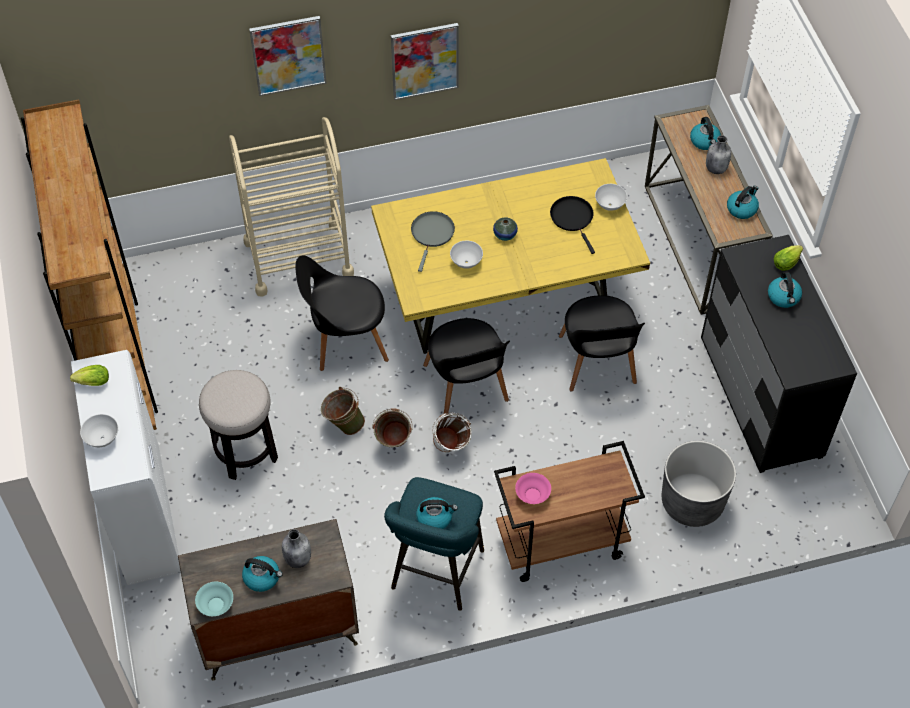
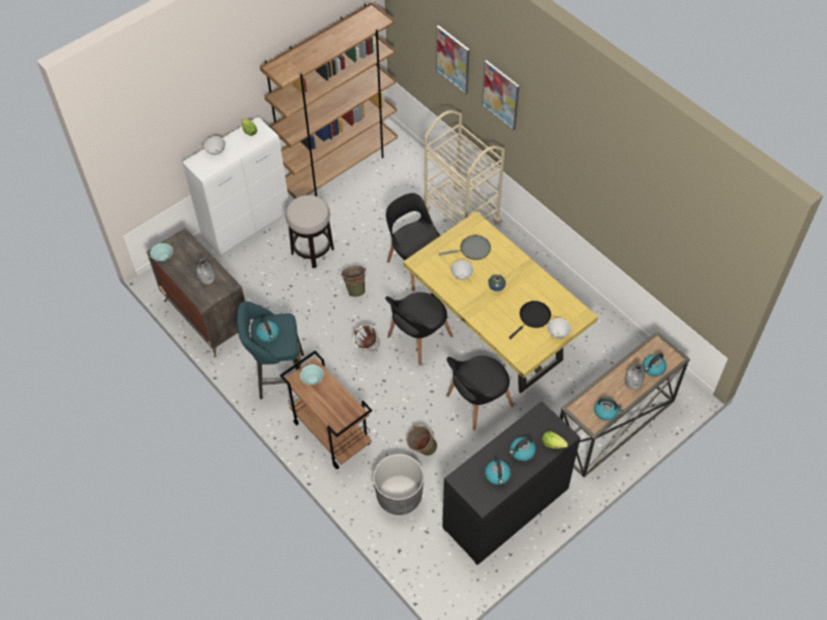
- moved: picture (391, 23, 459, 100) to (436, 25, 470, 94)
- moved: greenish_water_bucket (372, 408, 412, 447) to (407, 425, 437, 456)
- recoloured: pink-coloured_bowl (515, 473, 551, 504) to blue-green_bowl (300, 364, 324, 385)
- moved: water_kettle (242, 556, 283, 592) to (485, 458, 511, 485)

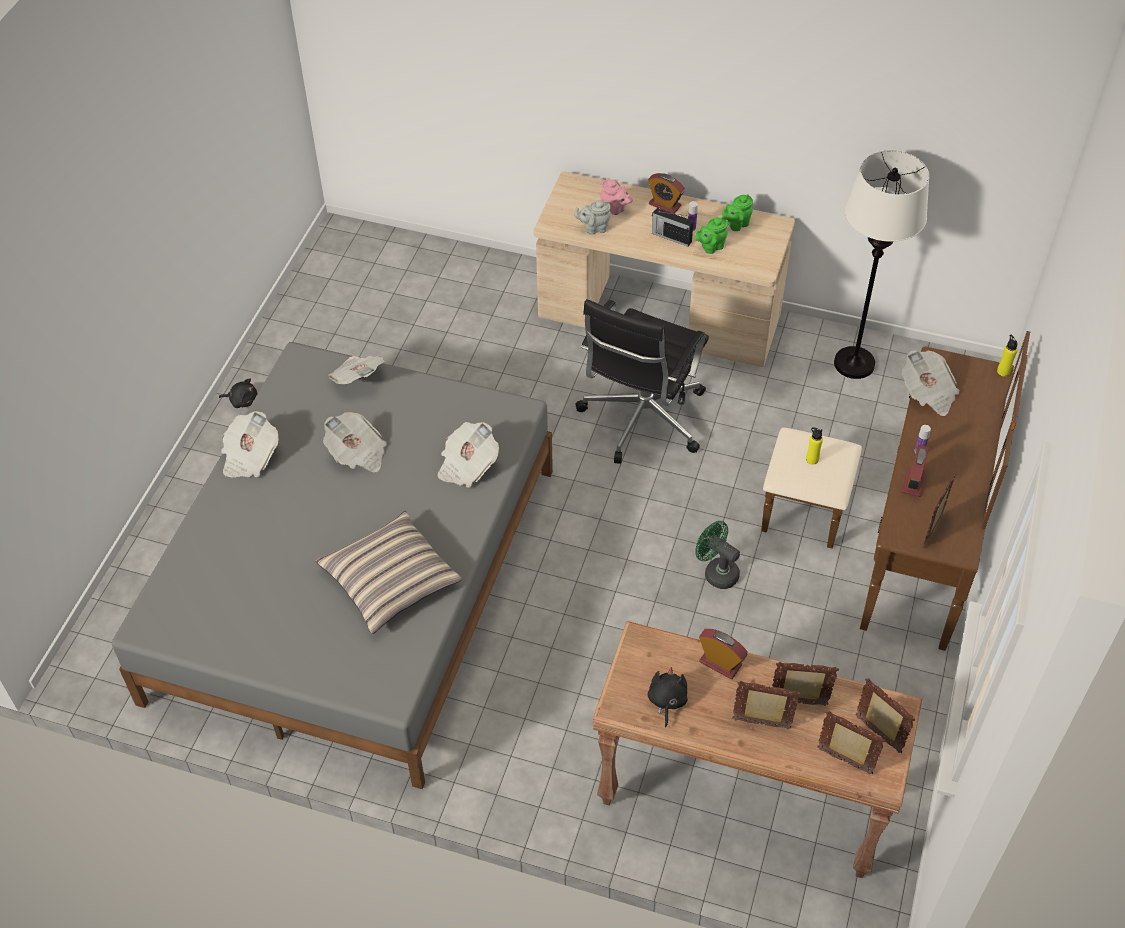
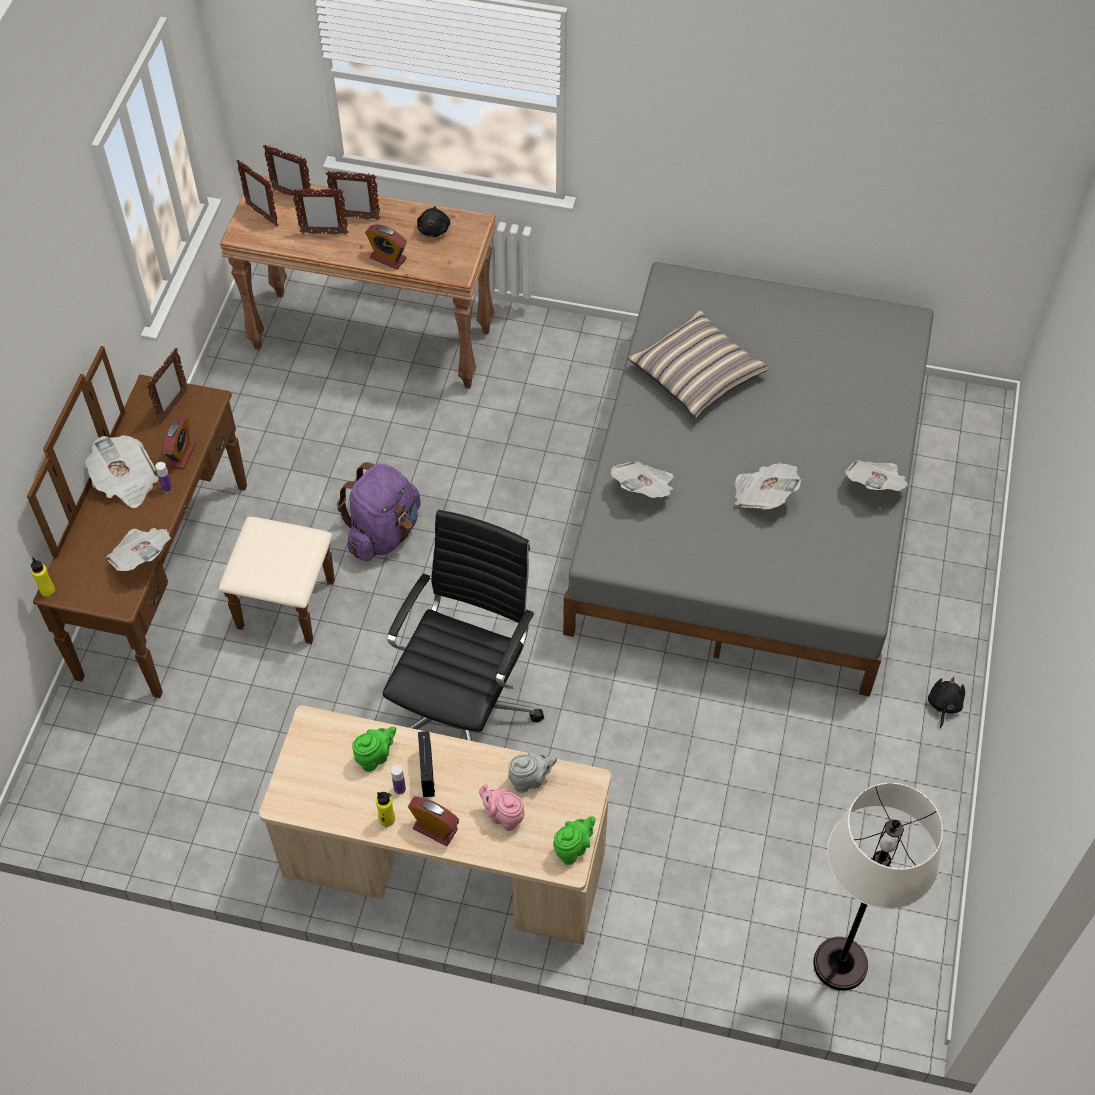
- moved: white_floor_lamp (834, 150, 929, 379) to (813, 783, 943, 991)
- moved: greenish_tea_pot (722, 194, 753, 231) to (553, 816, 596, 865)
- turned: radio (652, 208, 694, 247) = (418, 731, 435, 797) 120 degrees counterclockwise
- moved: daily_paper (328, 356, 384, 384) to (85, 435, 159, 508)
- turned: black_cuddly_toy (219, 378, 257, 408) = (928, 677, 965, 728) 105 degrees clockwise
- moved: yellow_beverage_bottle (806, 427, 823, 465) to (376, 792, 395, 827)
- replaced: greenish_electric_fan (695, 521, 740, 589) to purple_backpack (337, 462, 421, 561)

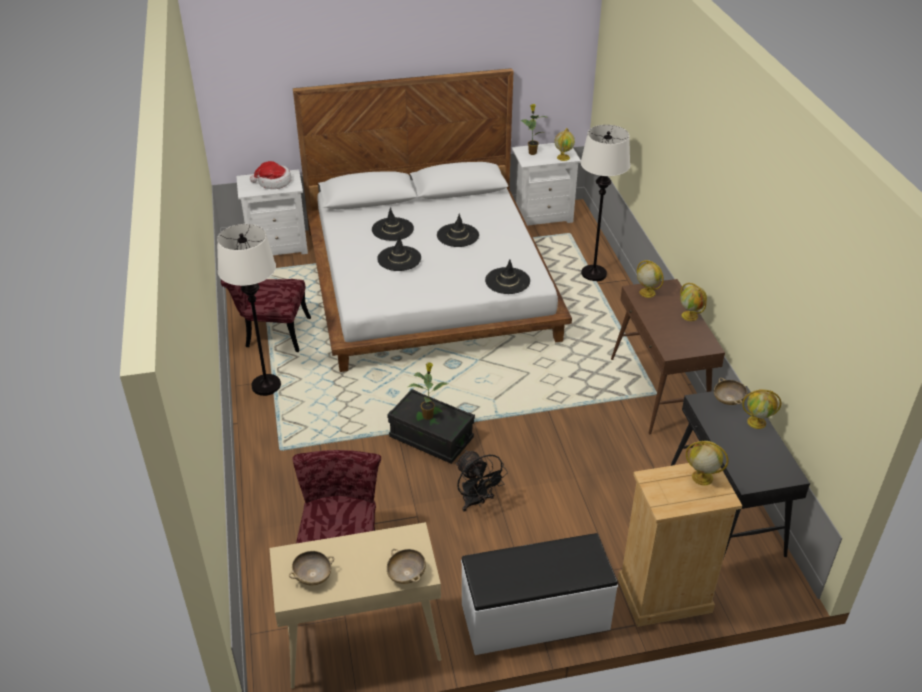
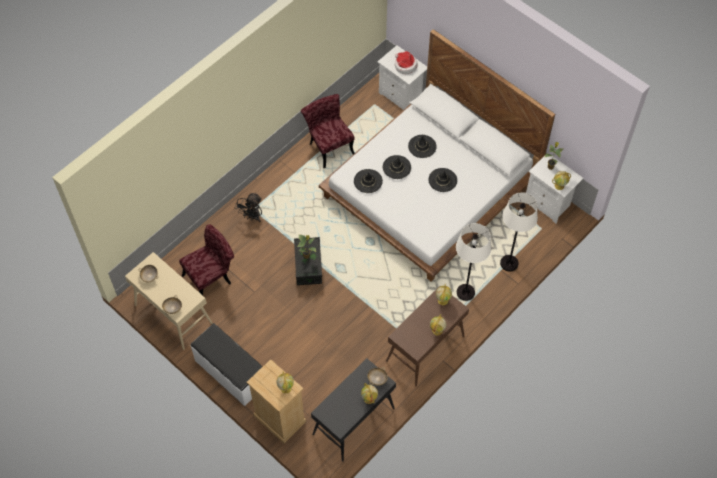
- moved: white_floor_lamp (217, 224, 281, 396) to (456, 223, 491, 301)
- moved: black_clothing_hat (485, 259, 530, 294) to (354, 169, 383, 193)
- moved: black_electric_fan (456, 450, 508, 512) to (235, 192, 262, 222)

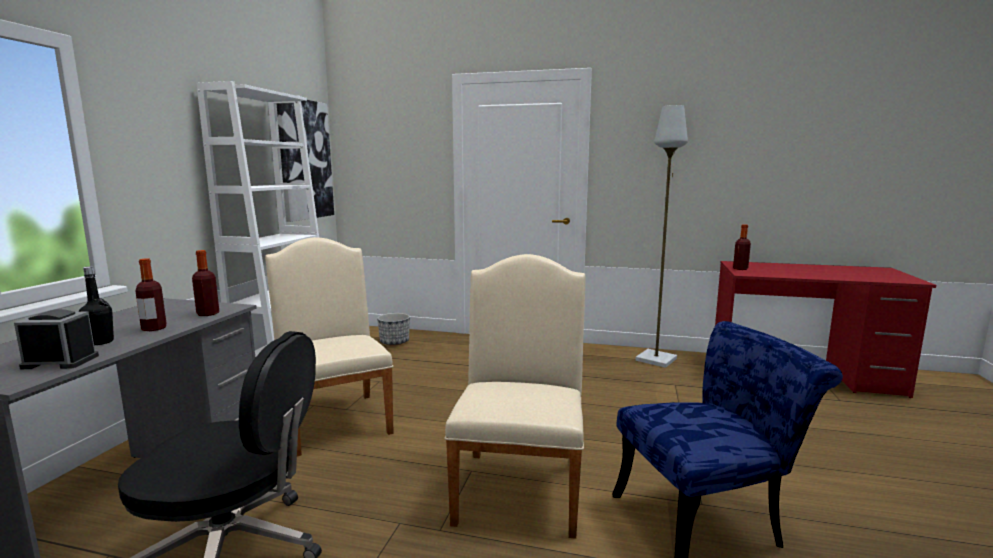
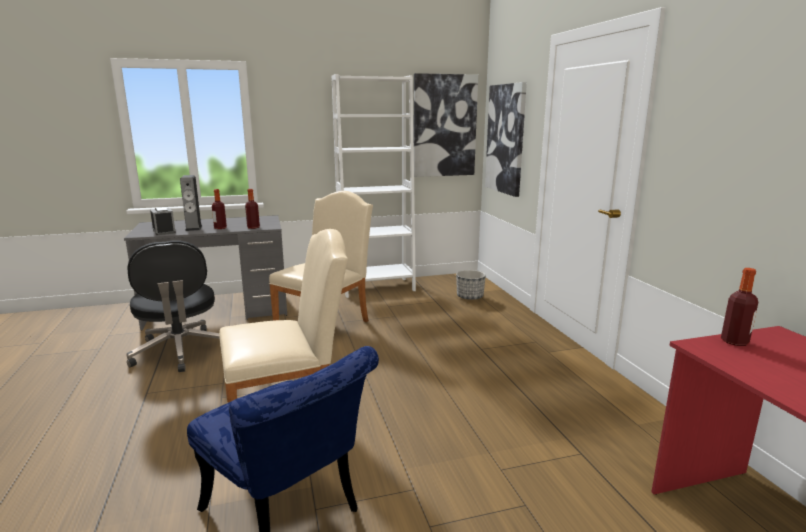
- removed: gray_floor_lamp (635, 105, 688, 368)
- replaced: black_beverage_bottle (79, 266, 114, 345) to audio_speaker (180, 175, 202, 231)
- added: picture (485, 82, 527, 197)

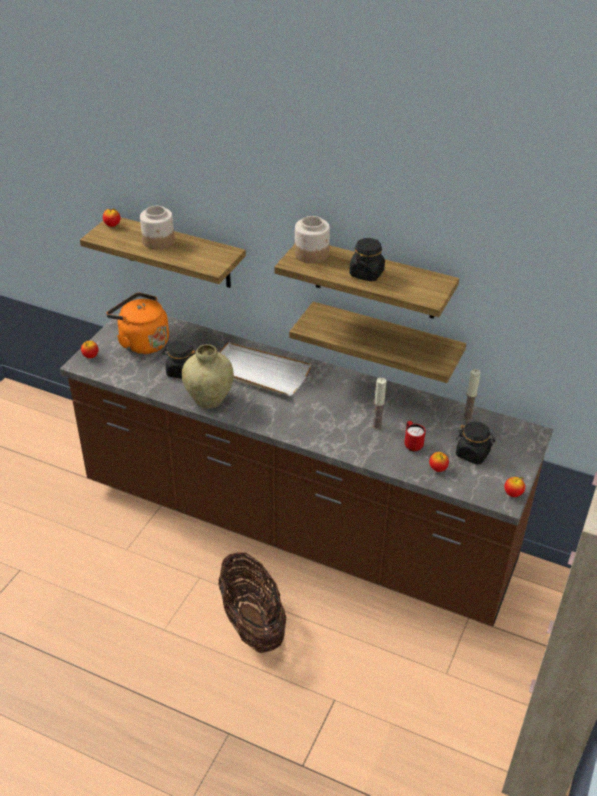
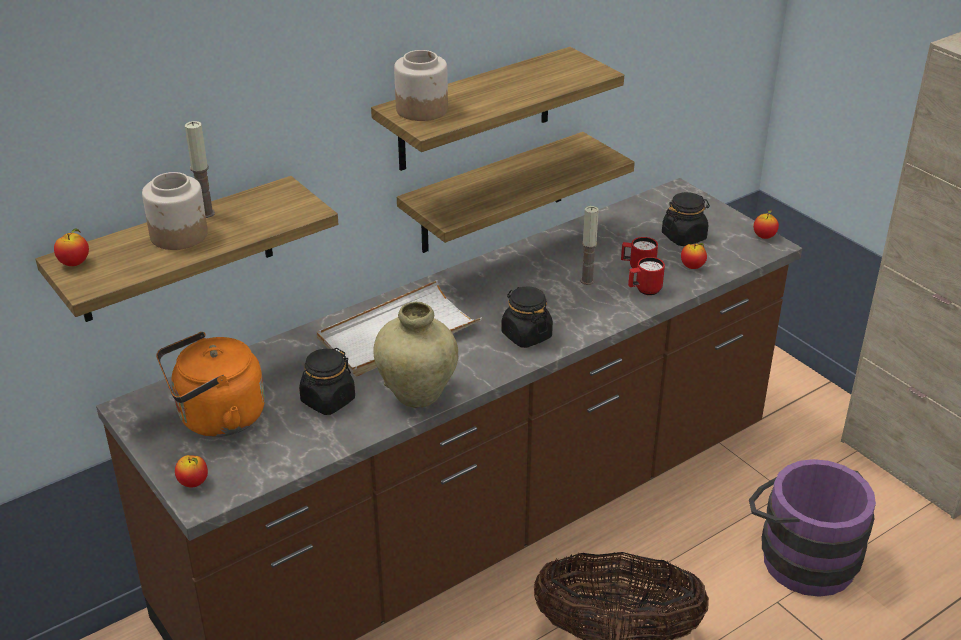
- moved: black_preserve_jar (349, 238, 385, 282) to (501, 286, 553, 348)
- moved: wax_candle (463, 369, 480, 421) to (185, 121, 215, 218)
- added: red-coloured_tea_mug (628, 257, 665, 295)
- added: purple_water_bucket (749, 459, 876, 597)

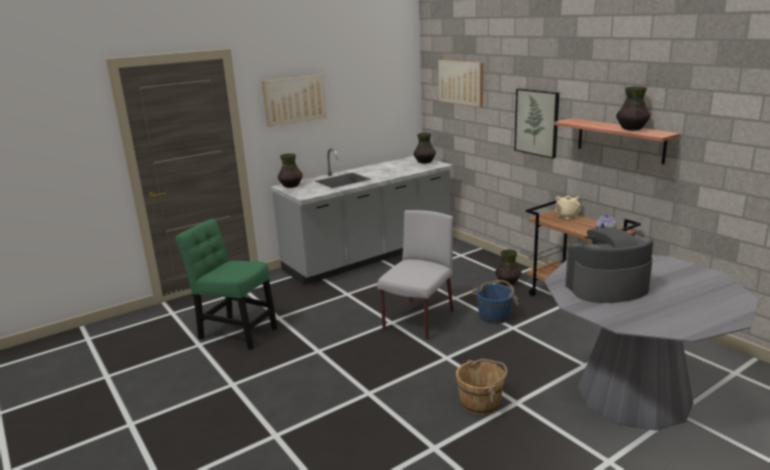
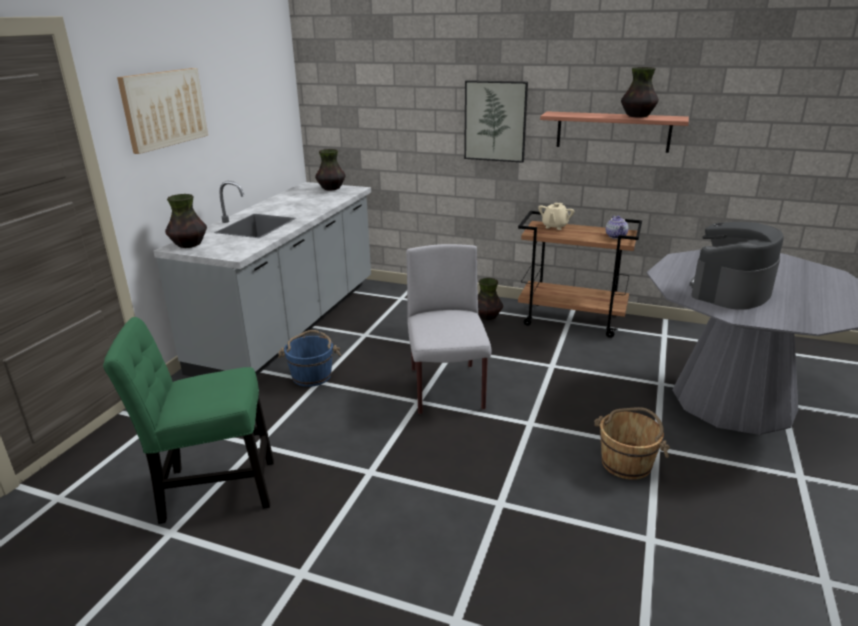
- removed: picture (438, 60, 483, 107)
- moved: bluish_water_bucket (472, 280, 519, 324) to (278, 330, 341, 387)

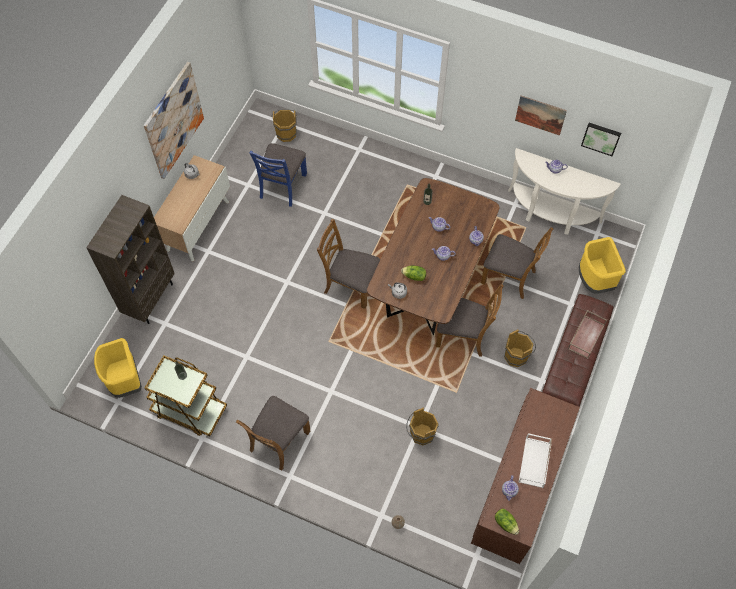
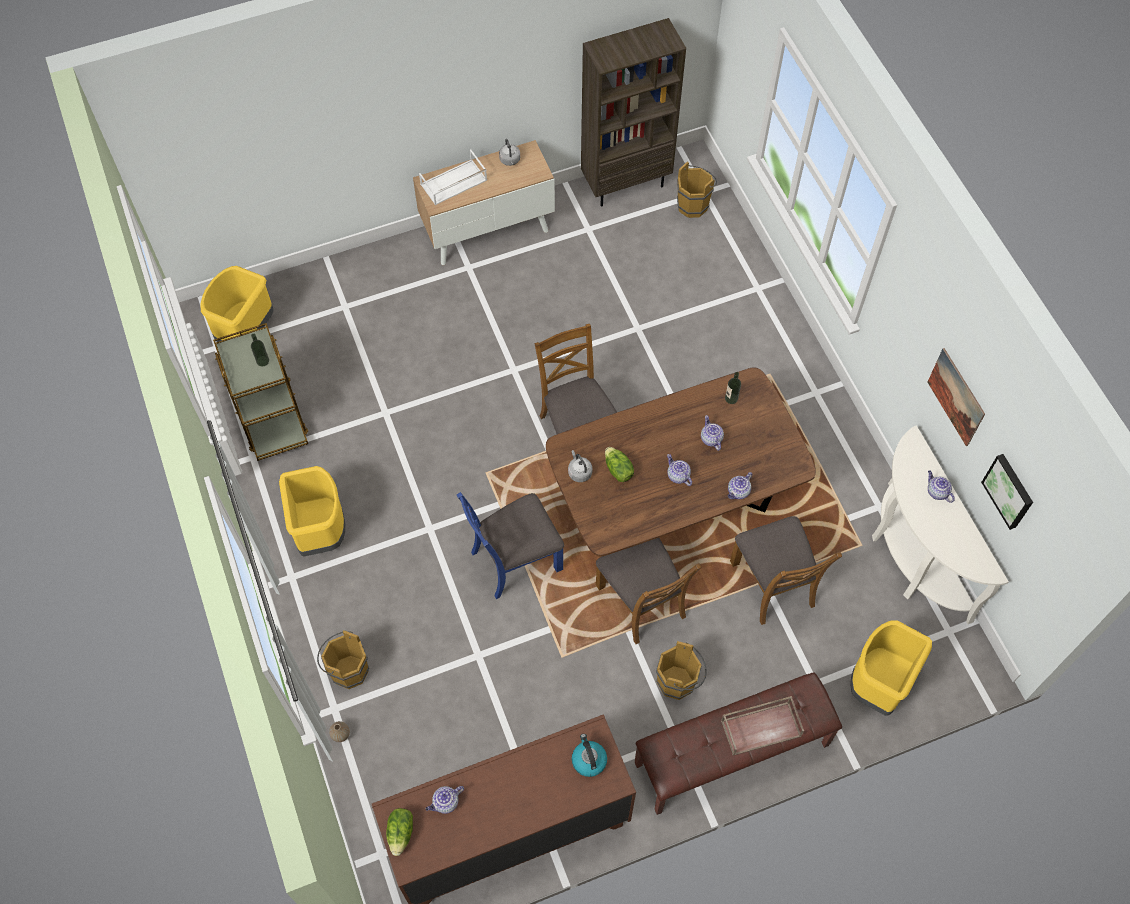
- removed: picture (144, 62, 204, 179)
- moved: bluish_plain_chair (250, 143, 307, 207) to (457, 492, 564, 599)
- moved: brown_bookshelf (86, 195, 175, 324) to (581, 18, 686, 206)
- replaced: brown_plain_chair (236, 396, 310, 471) to yellow_trash_can (279, 466, 345, 557)
- moved: brown_water_bucket (406, 408, 439, 445) to (317, 630, 369, 689)
- moved: white_serving_tray (519, 433, 552, 488) to (419, 150, 487, 205)
- added: water_kettle (572, 734, 607, 777)

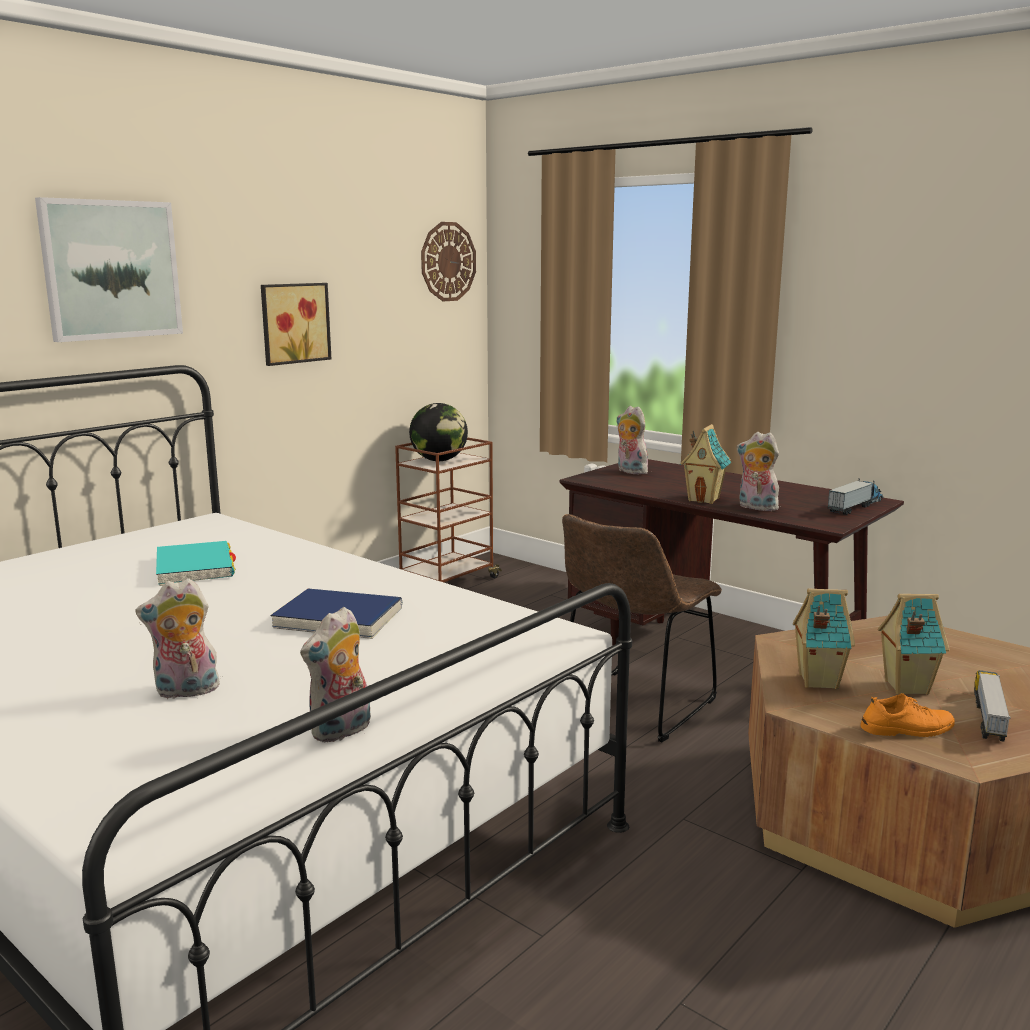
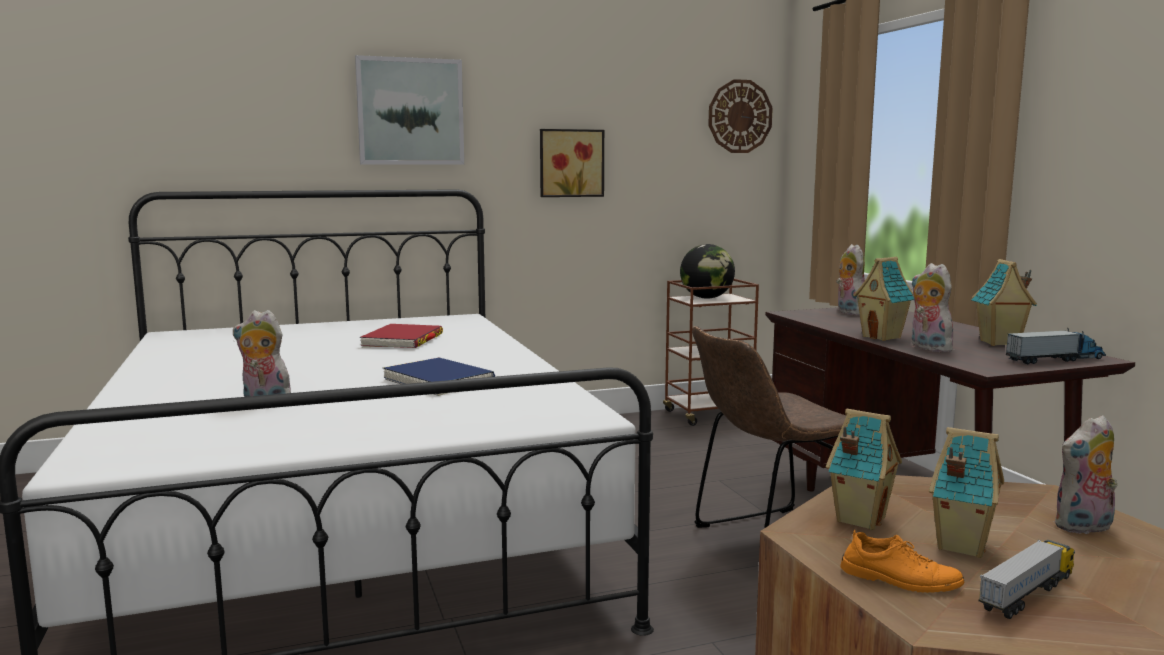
- recoloured: blue-green_book (156, 541, 236, 586) to red-coloured_book (360, 324, 443, 348)
- moved: cuddly_toy (300, 607, 371, 743) to (1054, 415, 1118, 534)
- added: toy_house (972, 259, 1037, 346)

